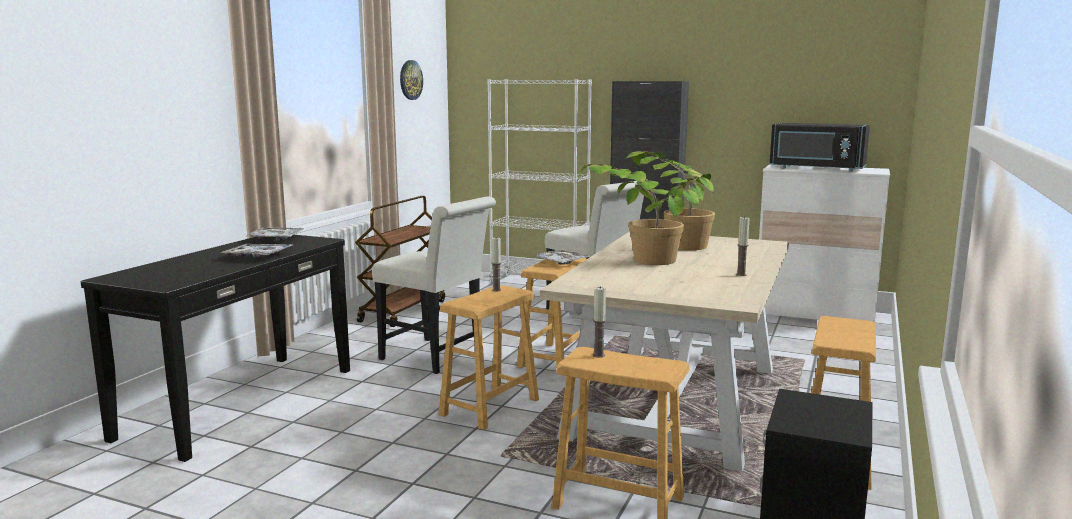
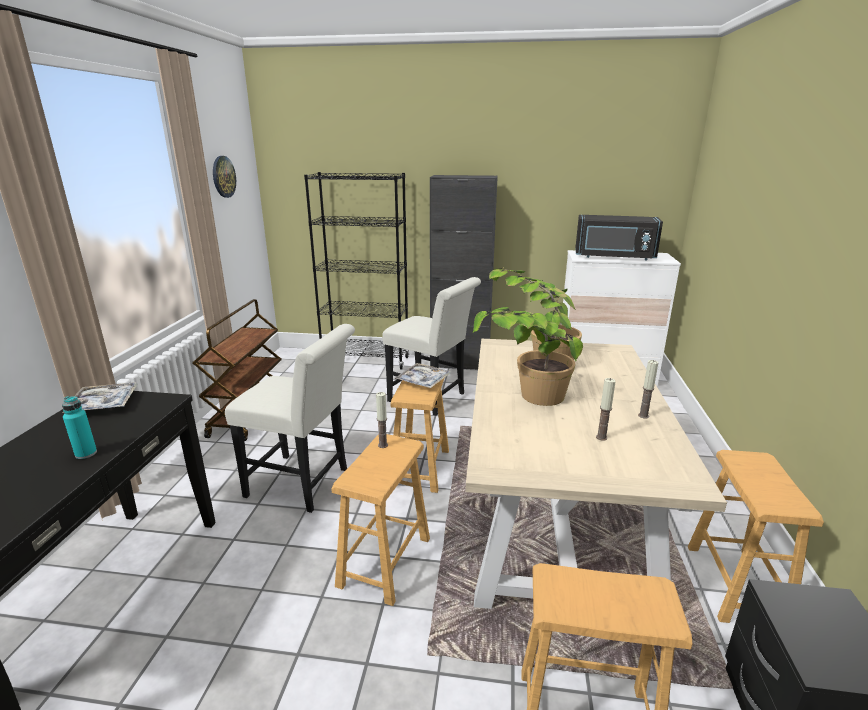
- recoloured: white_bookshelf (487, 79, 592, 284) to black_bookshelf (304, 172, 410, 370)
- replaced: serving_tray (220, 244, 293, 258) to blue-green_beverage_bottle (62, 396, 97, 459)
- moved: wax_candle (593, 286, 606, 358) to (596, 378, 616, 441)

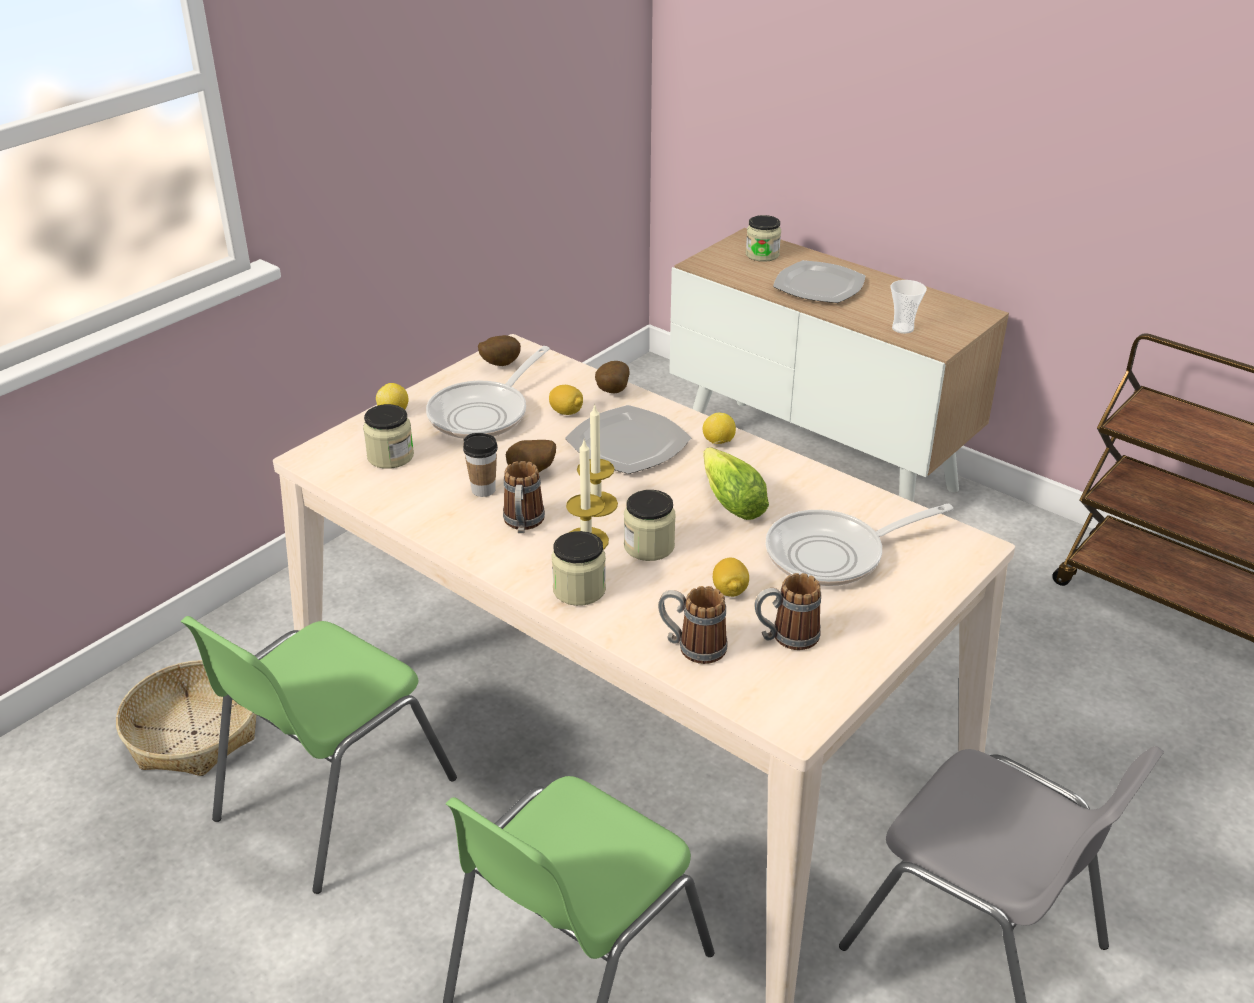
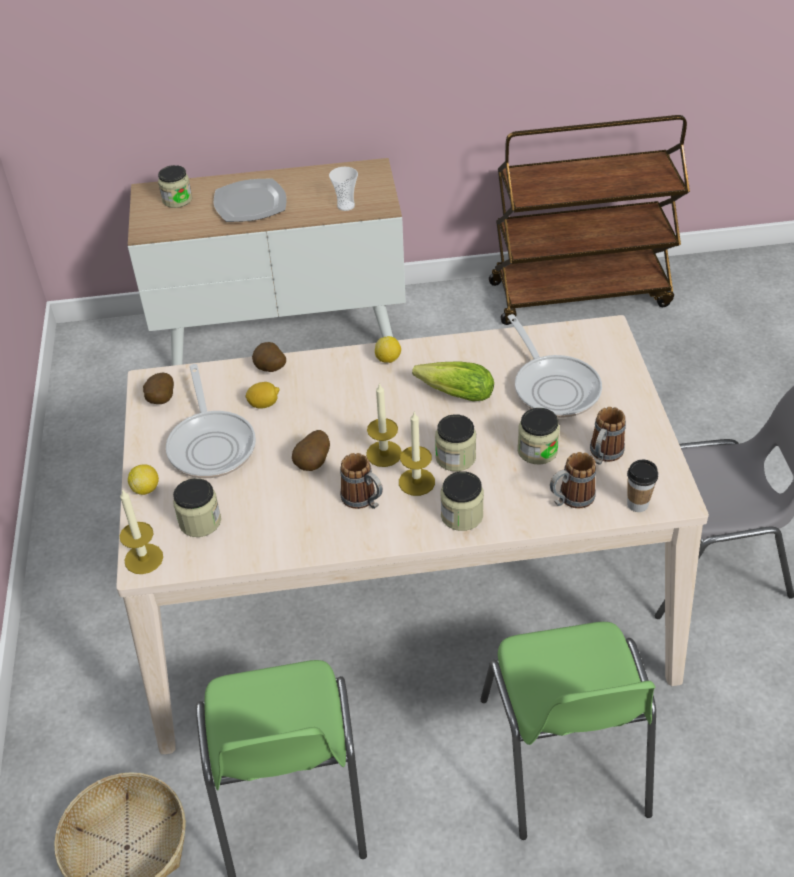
- removed: flat_dish (565, 405, 691, 474)
- moved: small_cup (463, 433, 498, 497) to (627, 460, 658, 512)
- turned: frying_pan (766, 503, 953, 586) = (508, 314, 602, 418) 45 degrees counterclockwise
- replaced: whole_lemon (713, 558, 749, 597) to preserve_jar (517, 408, 560, 465)
- added: wax_candle (120, 489, 163, 574)

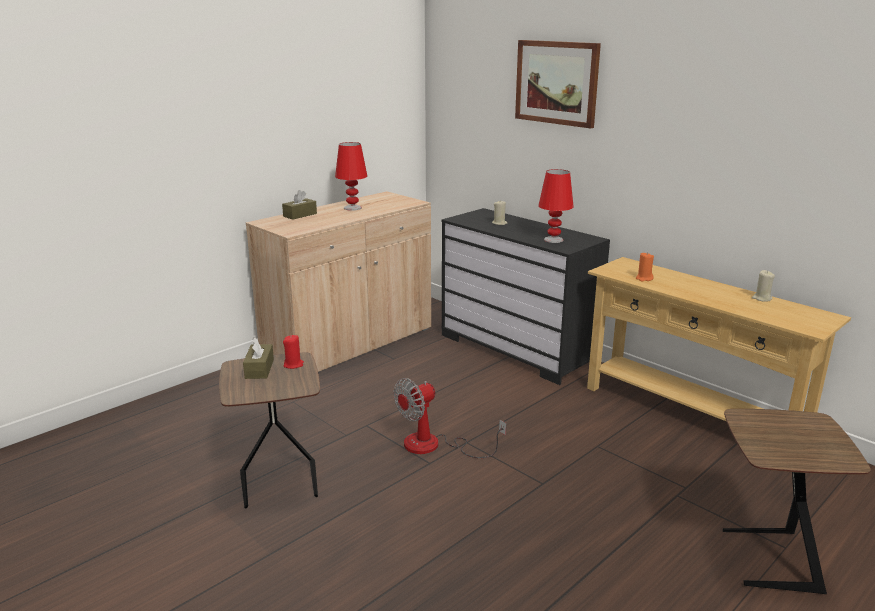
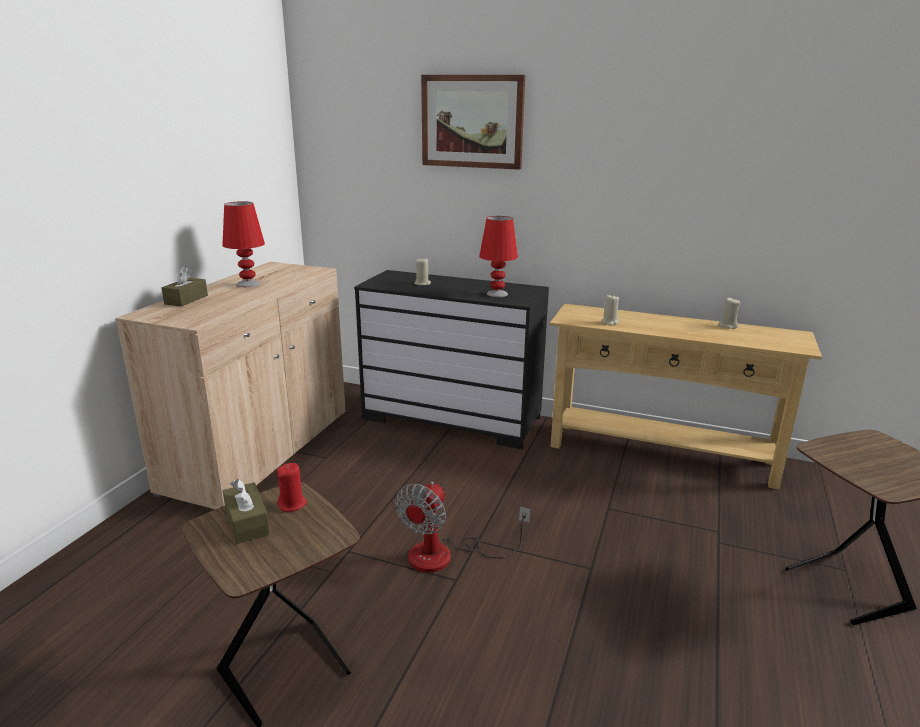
- recoloured: orangey_wax_candle (636, 252, 654, 281) to beige-coloured_wax_candle (601, 295, 619, 326)

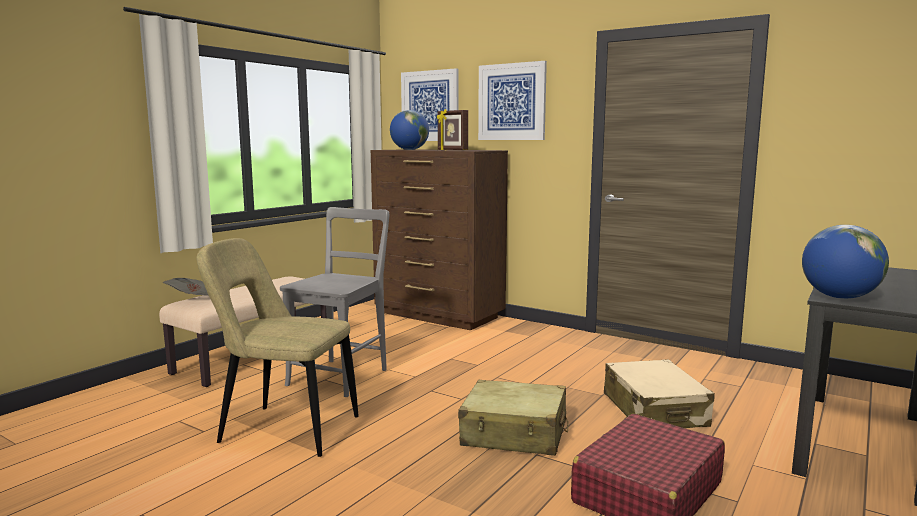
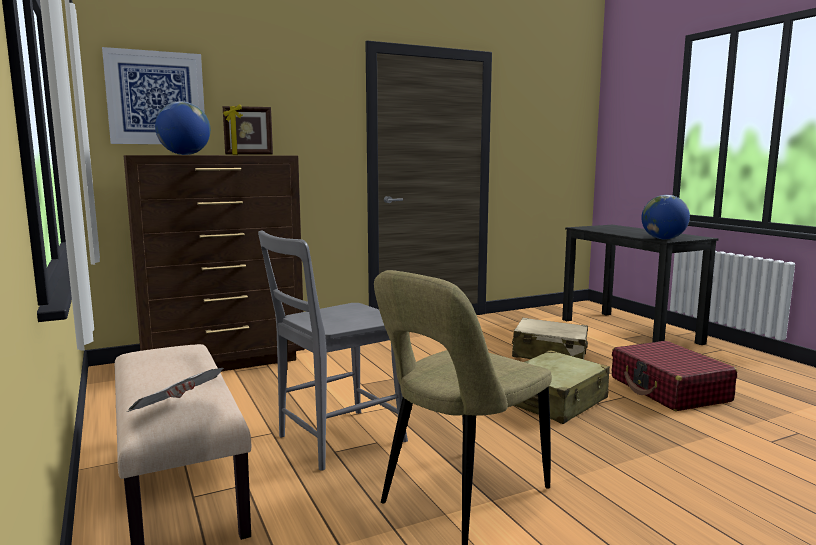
- removed: picture (478, 61, 547, 140)
- turned: gray_plain_chair (280, 207, 389, 397) = (258, 231, 408, 471) 90 degrees counterclockwise

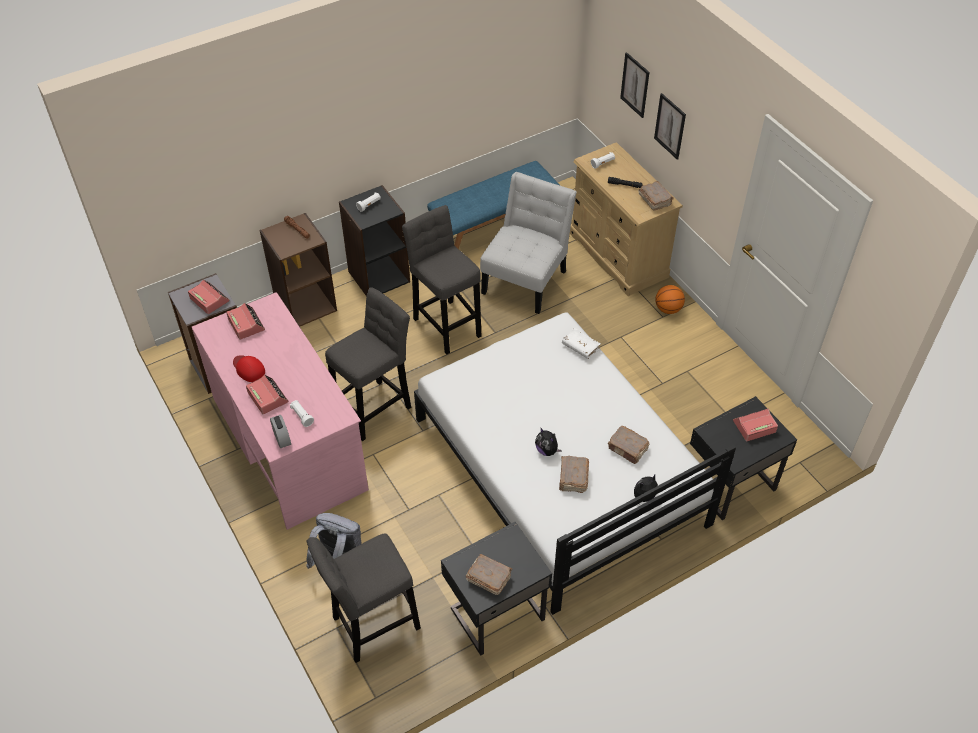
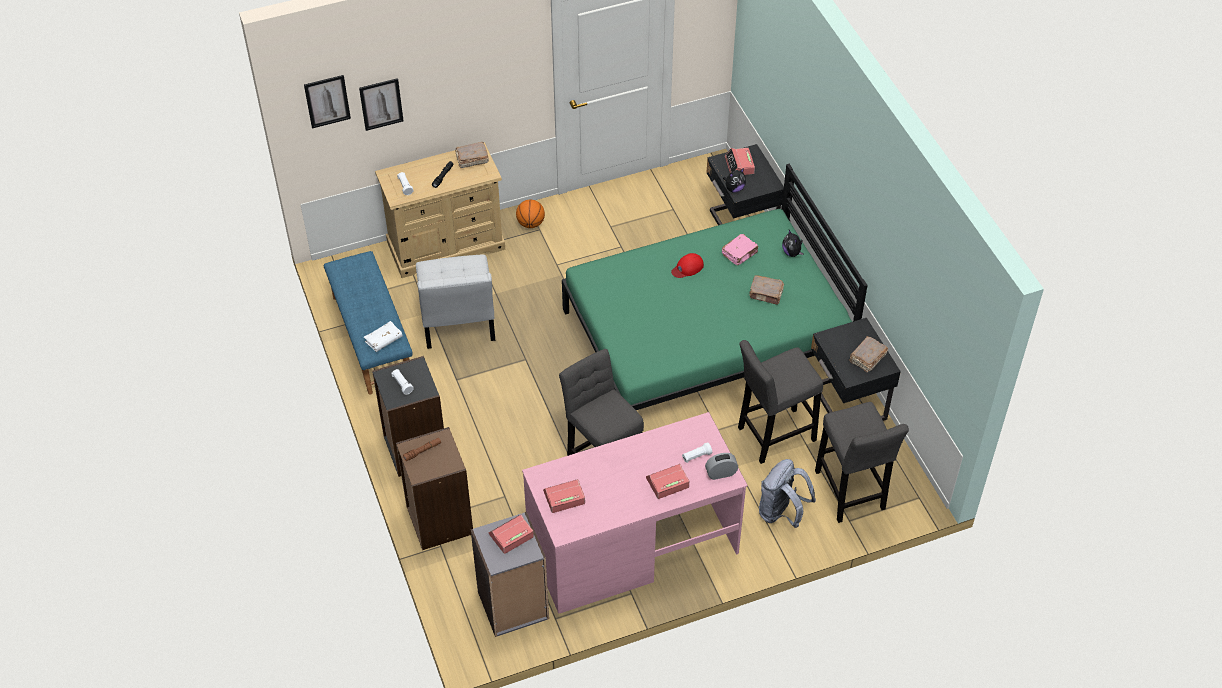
- moved: picture (654, 93, 686, 160) to (304, 75, 351, 128)
- turned: white_plain_chair (480, 172, 577, 314) = (416, 255, 495, 349) 135 degrees counterclockwise
- moved: gray_stool_seat (402, 205, 481, 354) to (738, 340, 823, 464)
- recoloured: white_sleeping_bed (414, 312, 736, 615) to greenish_sleeping_bed (562, 164, 868, 410)
- moved: white_book (562, 328, 601, 359) to (364, 321, 403, 352)
- moved: red-coloured_baseball_cap (233, 355, 265, 382) to (671, 253, 704, 278)
- recoloured: brown_book (608, 426, 650, 464) to pink-coloured_book (722, 234, 758, 265)
- moved: cuddly_toy (535, 427, 562, 456) to (723, 168, 746, 193)

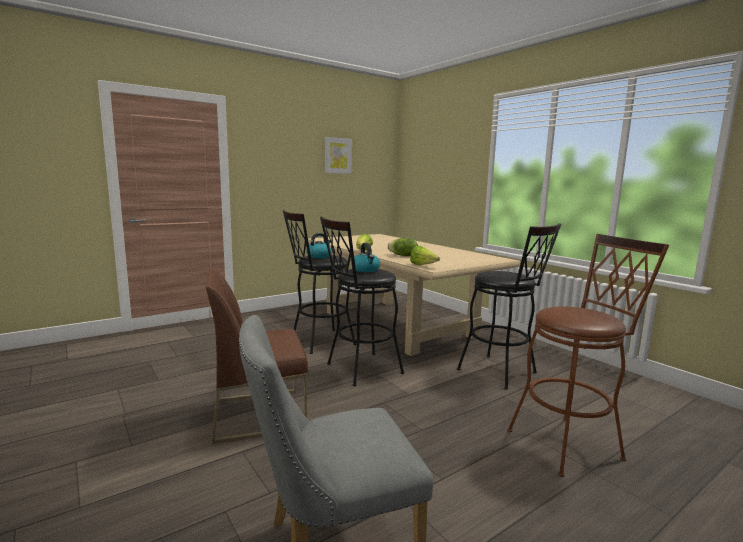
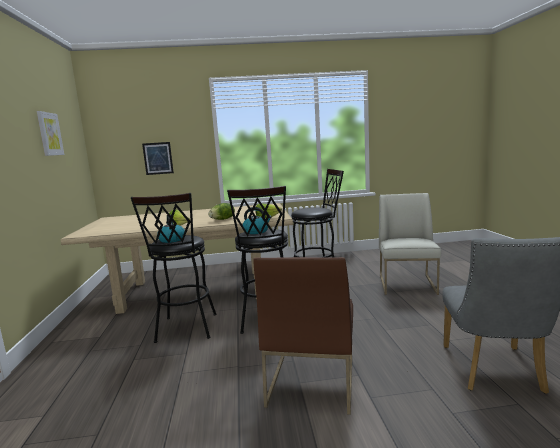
- replaced: brown_stool_seat (507, 234, 669, 477) to white_plain_chair (379, 193, 441, 295)
- added: picture (142, 142, 174, 175)

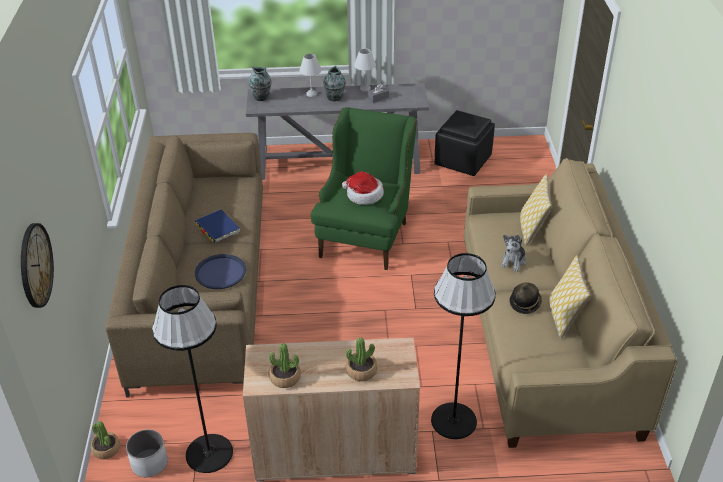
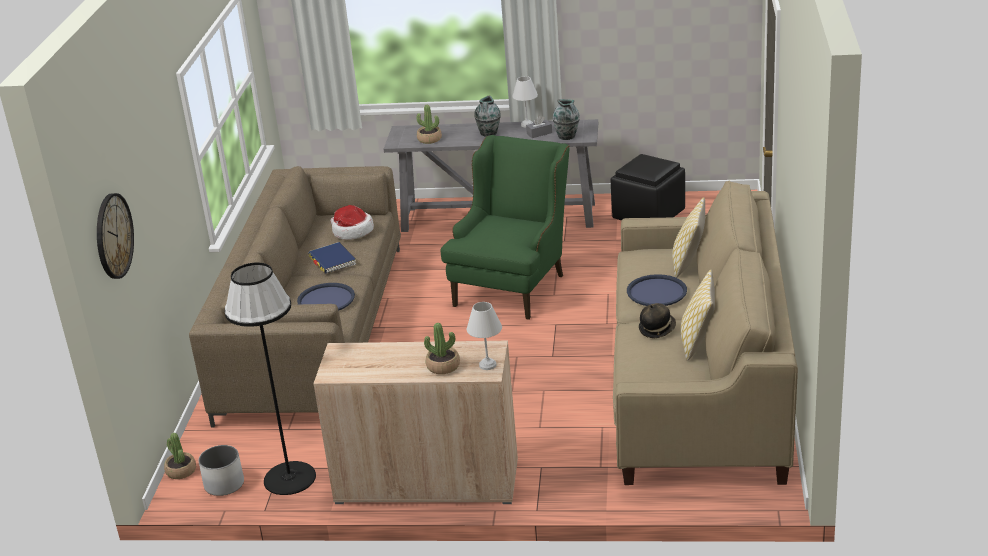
- moved: white_table_lamp (299, 54, 321, 97) to (467, 302, 502, 370)
- moved: decorative_vase (249, 67, 272, 101) to (553, 99, 580, 140)
- moved: clothing_hat (342, 172, 384, 205) to (331, 205, 374, 240)
- replaced: cuddly_toy (501, 235, 526, 272) to bluish_serving_tray (627, 274, 687, 306)
- removed: black_floor_lamp (431, 253, 496, 439)
- moved: houseplant (269, 343, 301, 388) to (416, 105, 442, 144)

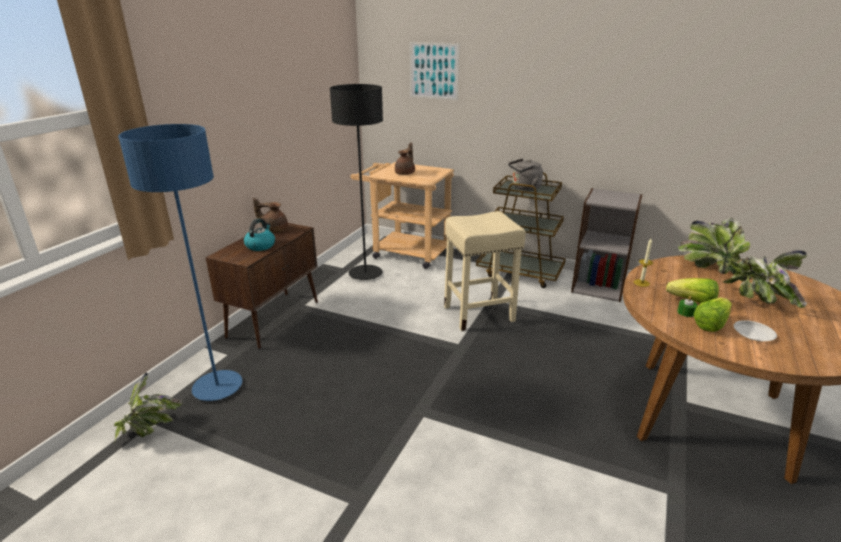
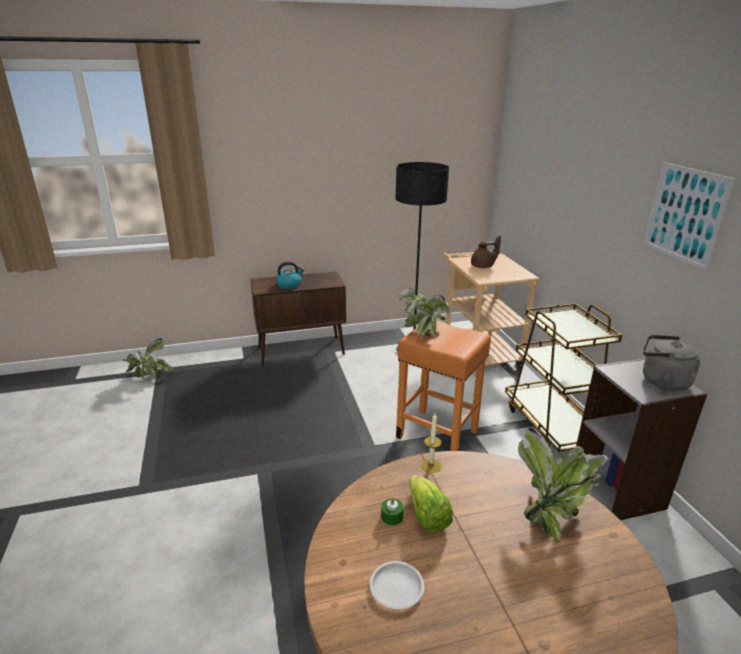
- moved: picture (410, 42, 460, 100) to (643, 162, 736, 271)
- removed: bluish_floor_lamp (118, 124, 243, 401)
- moved: gray_water_kettle (508, 158, 543, 191) to (643, 335, 700, 391)
- removed: brown_tea_pot (253, 198, 288, 232)
- recoloured: beige-coloured_stool_seat (444, 211, 526, 331) to orangey_stool_seat (396, 320, 491, 451)
- moved: houseplant (722, 250, 807, 308) to (399, 287, 449, 340)
- removed: lettuce (694, 298, 732, 332)

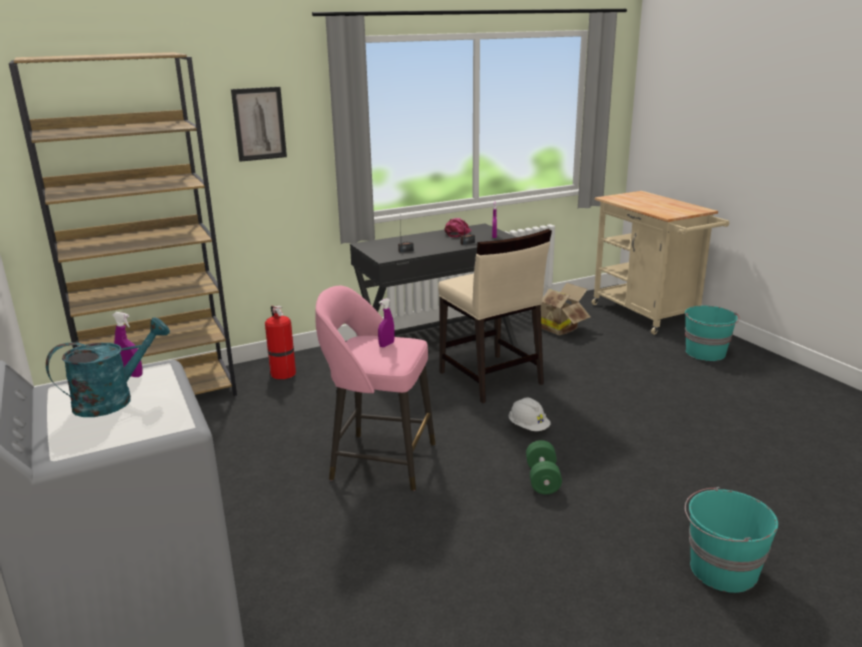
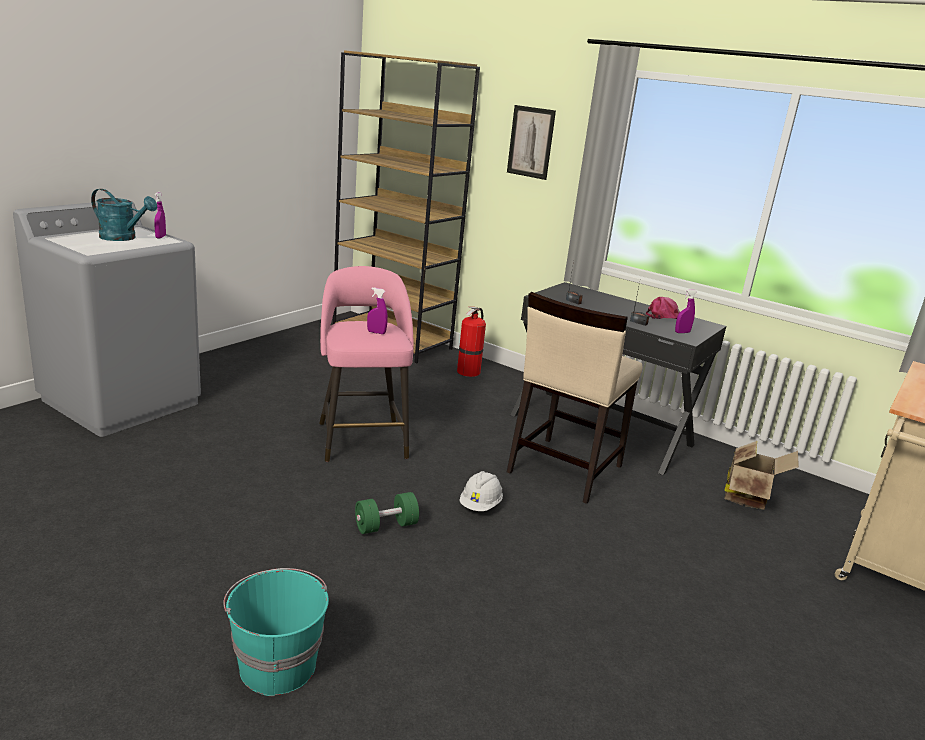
- removed: blue-green_water_bucket (685, 306, 739, 361)

